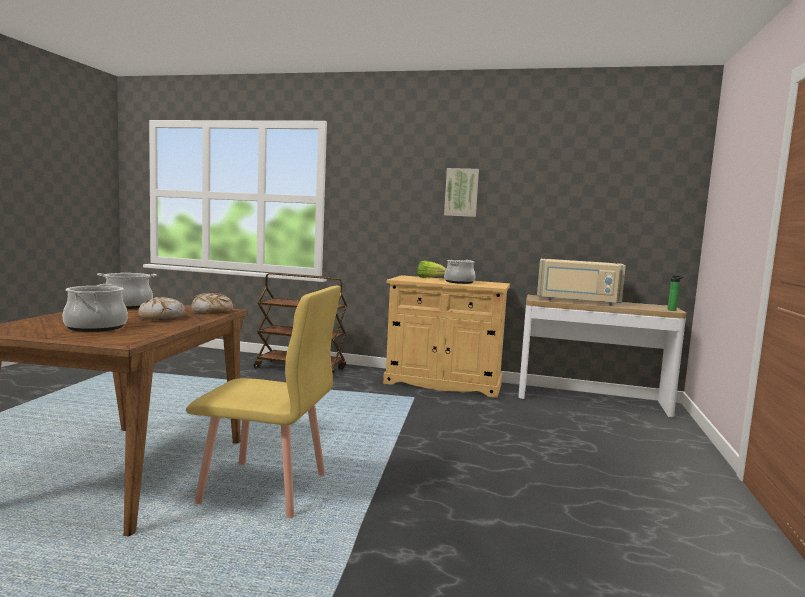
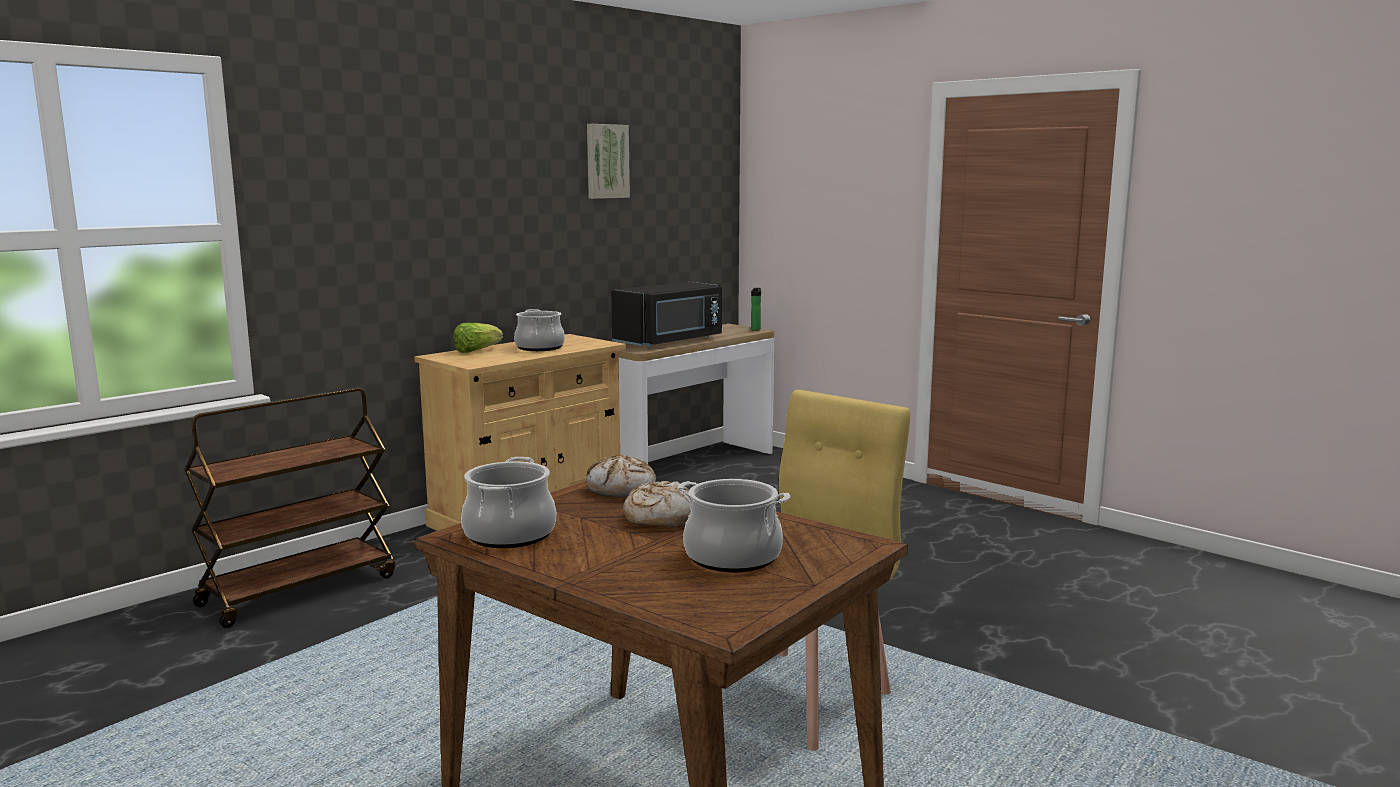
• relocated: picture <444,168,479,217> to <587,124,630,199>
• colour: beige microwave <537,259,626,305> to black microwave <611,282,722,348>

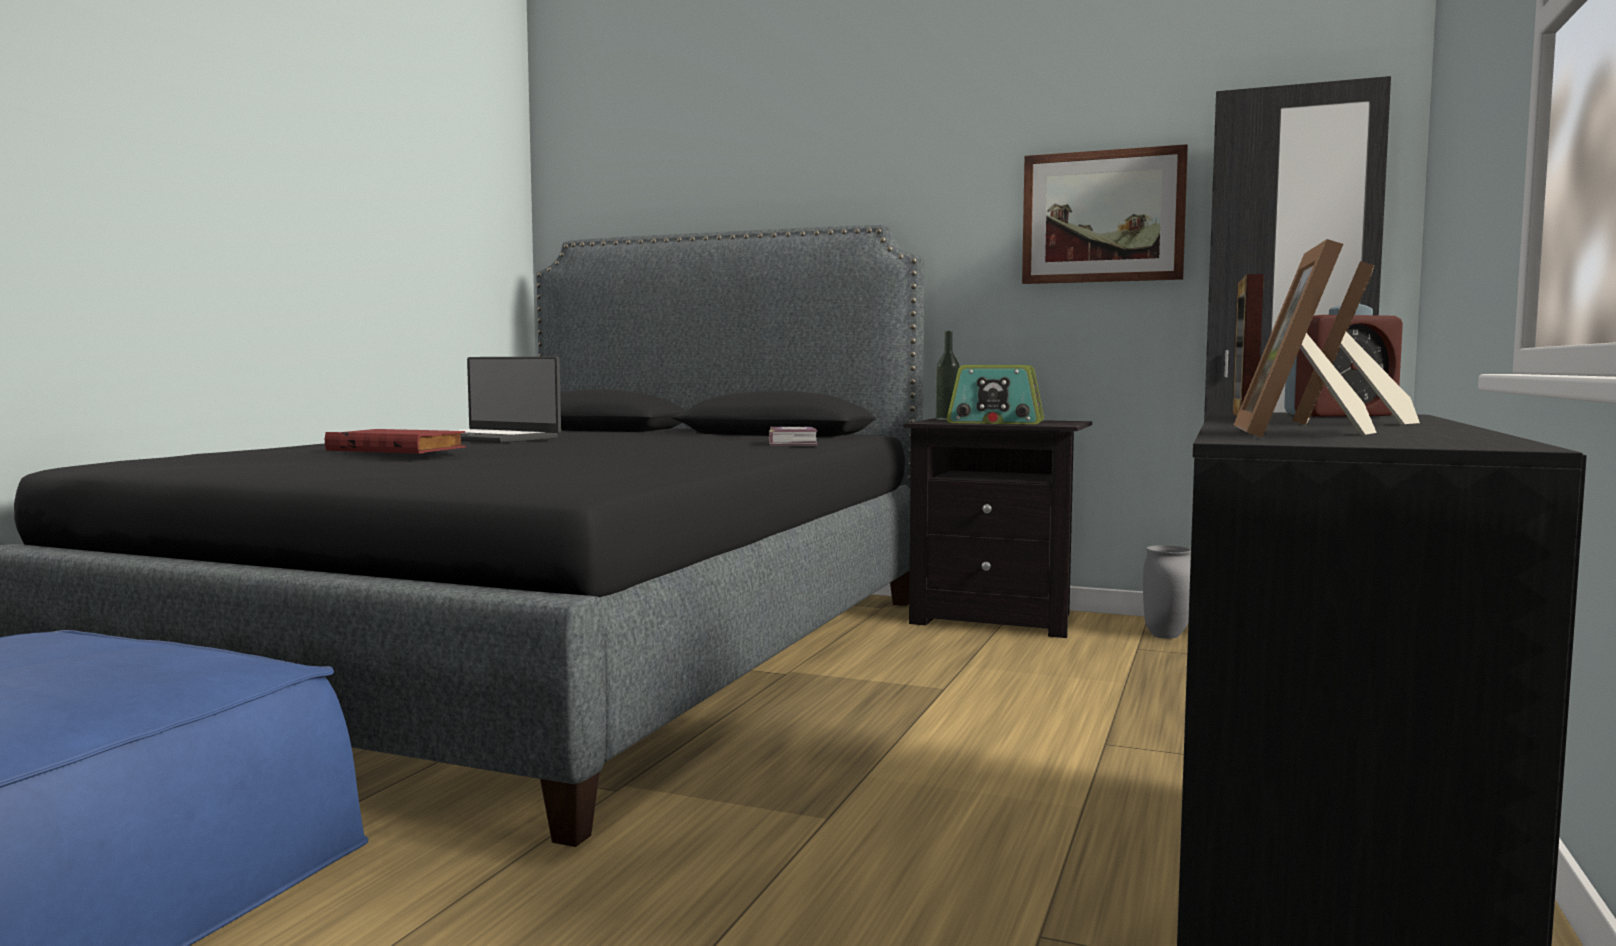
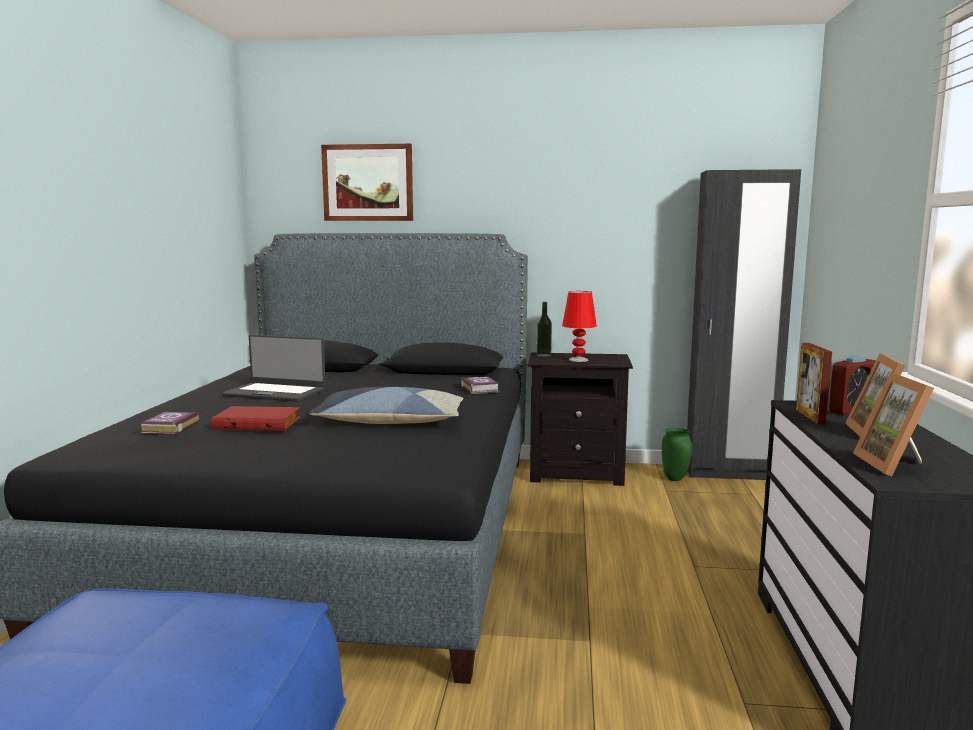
• exchanged: radio <947,365,1044,424> to red table lamp <562,291,597,362>
• relocated: picture <1022,144,1188,284> to <321,144,413,221>
• colour: grey vase <1143,545,1191,639> to green vase <662,428,692,481>
• appeared: book <140,412,199,435>
• appeared: pillow <309,387,464,424>

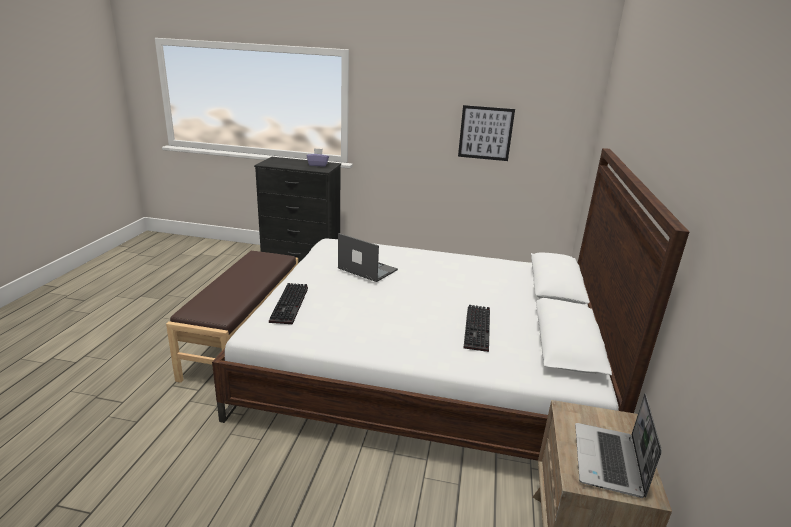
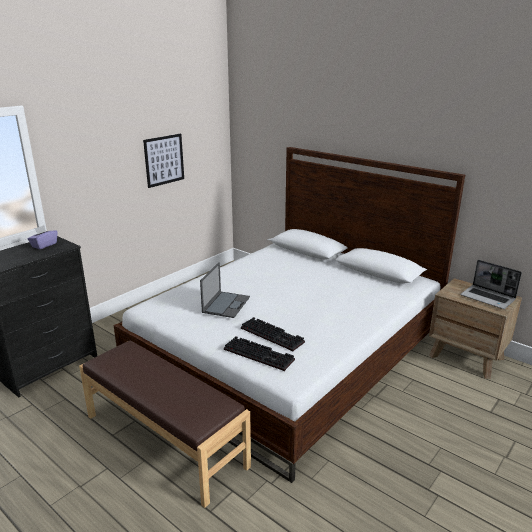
• spun: laptop <338,233,398,282> = <200,262,250,318> 135 degrees clockwise
• relocated: keyboard <464,305,490,352> to <241,317,305,351>

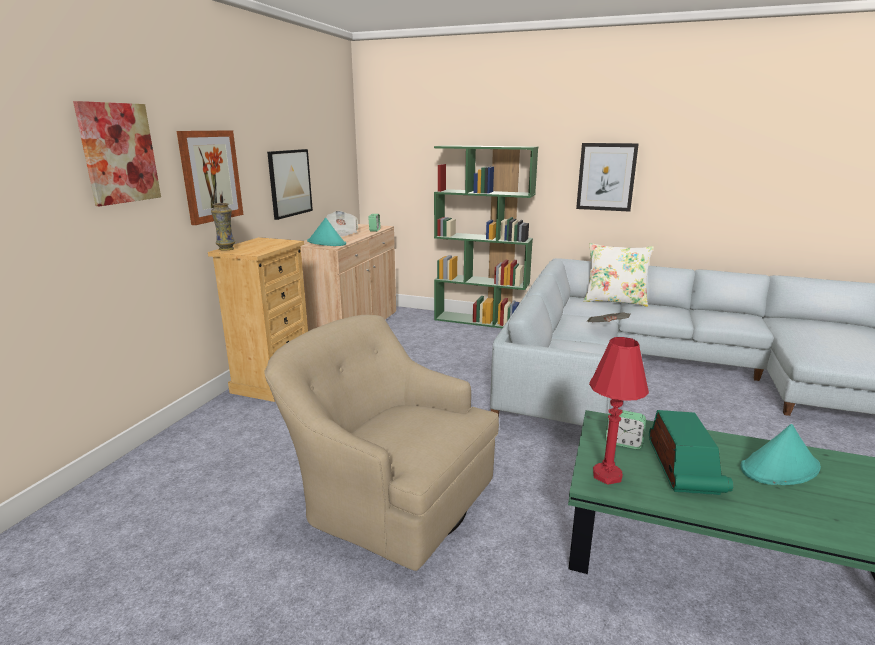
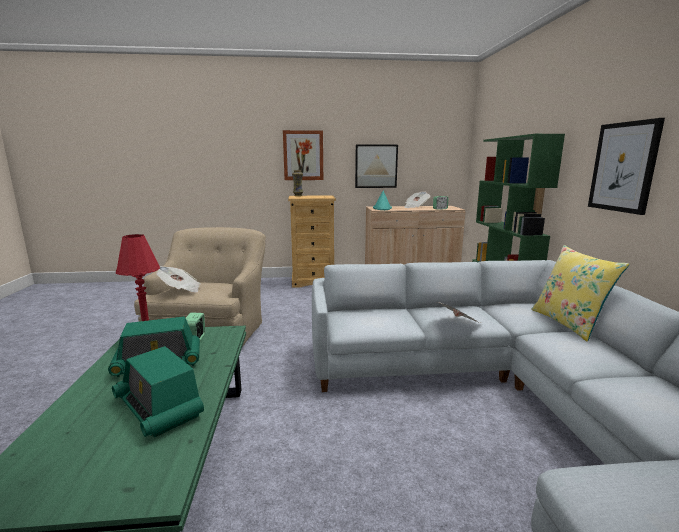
• missing: picture <73,101,161,206>
• colour: white pillow <583,243,654,307> to yellow pillow <531,245,630,342>
• exchanged: turquoise hat <741,424,821,485> to radio <112,346,204,437>
• appeared: newspaper <156,266,201,293>

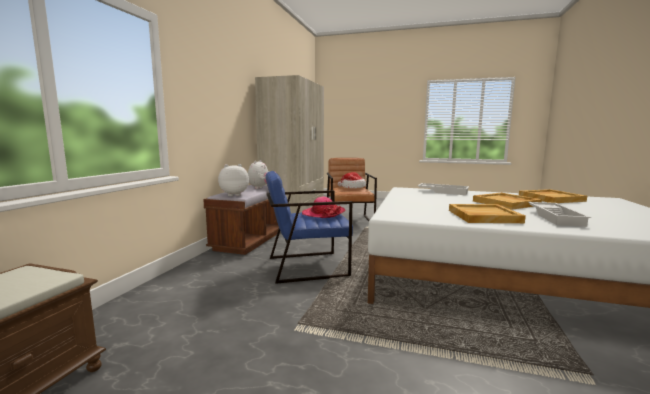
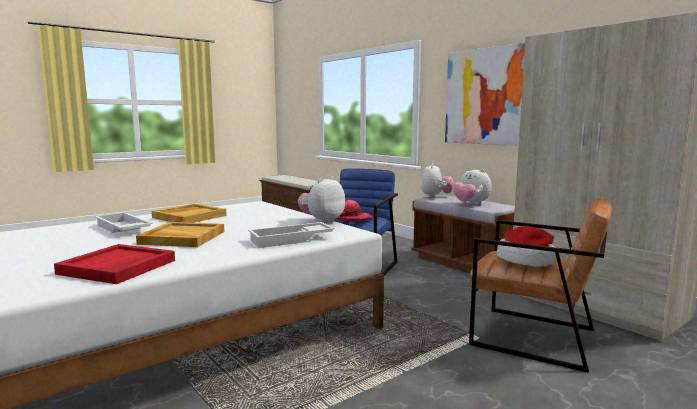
• colour: beige tray <519,189,587,203> to red tray <54,244,175,284>
• appeared: plush toy <298,176,345,224>
• appeared: picture <445,43,525,146>

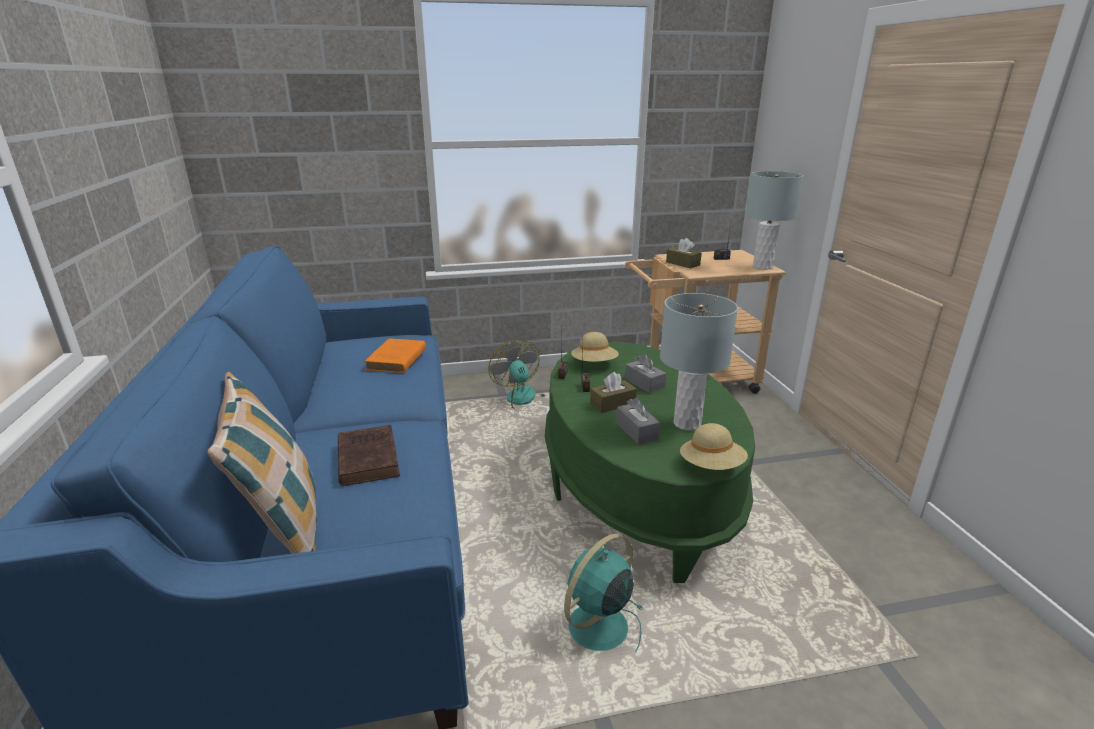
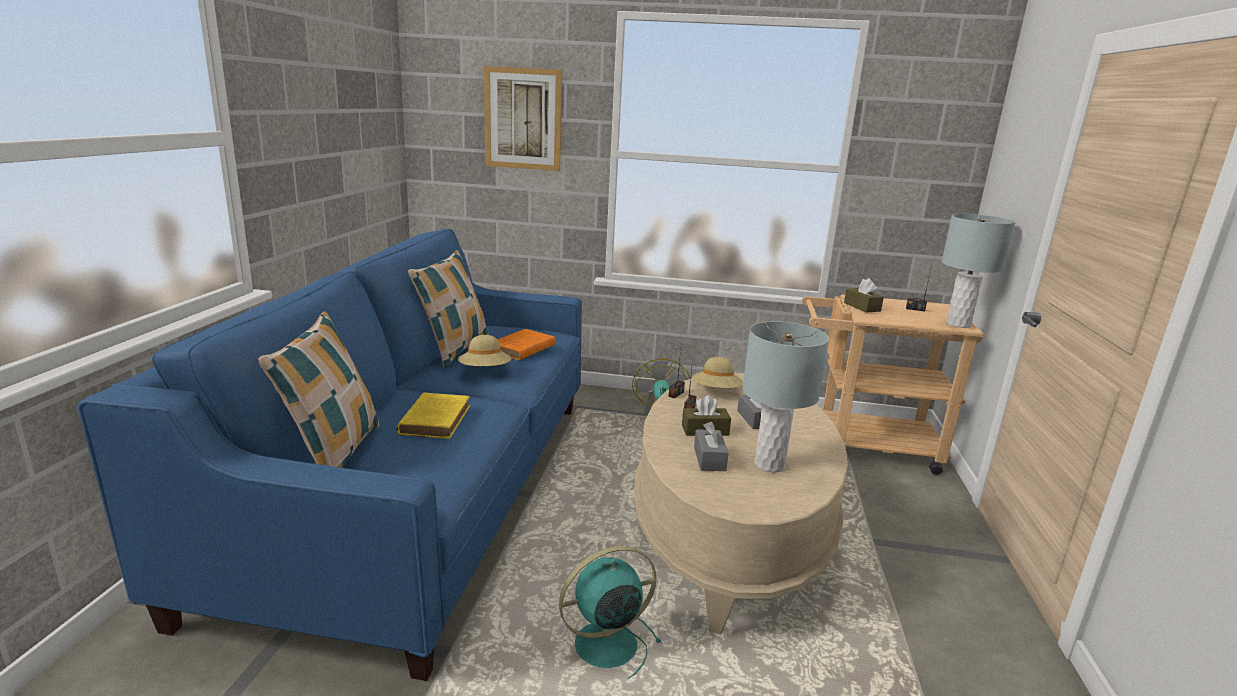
• colour: brown book <338,425,400,486> to yellow book <397,392,470,439>
• colour: green coffee table <545,342,755,583> to beige coffee table <633,373,848,634>
• relocated: beige hat <680,423,748,470> to <458,335,511,366>
• appeared: pillow <408,250,489,368>
• appeared: picture <484,66,562,171>

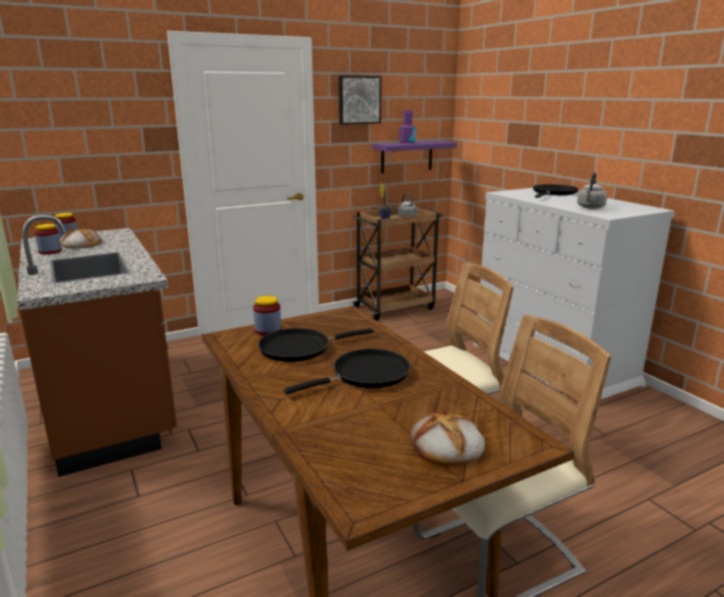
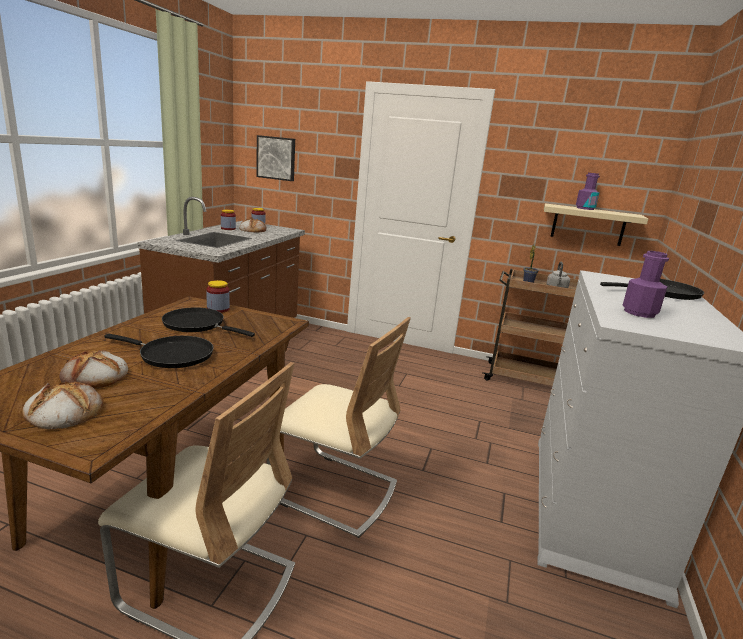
• relocated: picture <339,76,382,125> to <256,135,295,181>
• colour: purple shelf <372,141,457,173> to beige shelf <544,203,648,246>
• exchanged: grey kettle <577,172,607,209> to purple bottle <622,251,669,318>
• appeared: bread <59,350,128,389>

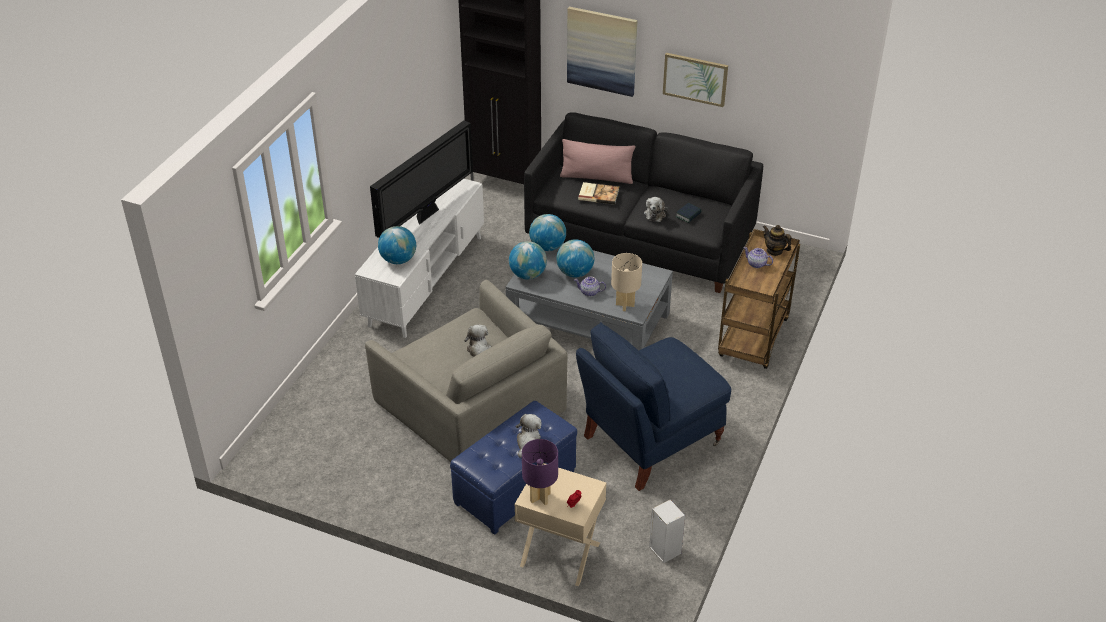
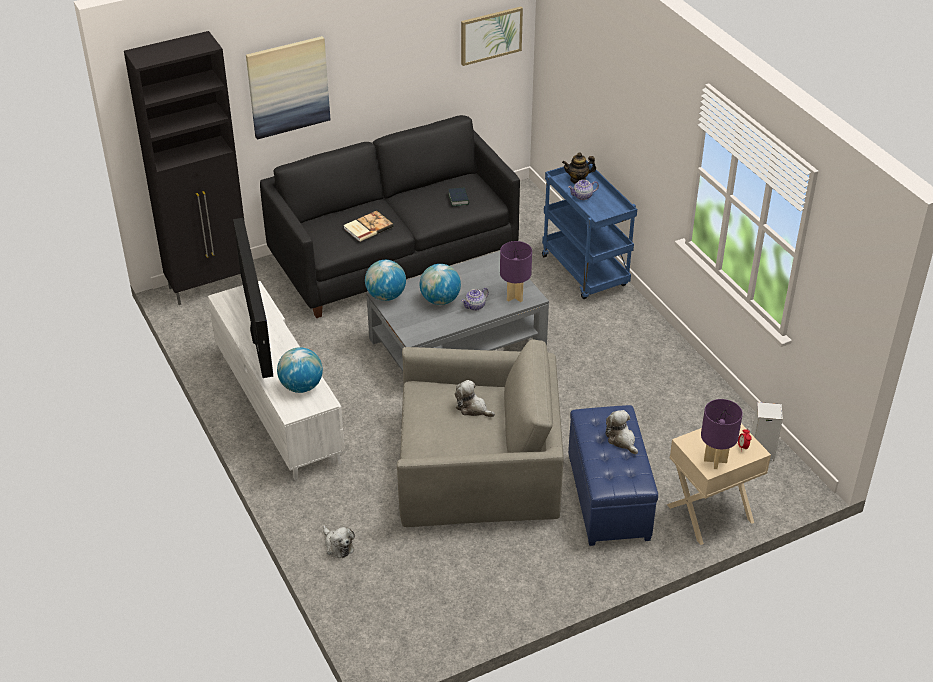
• missing: globe <509,241,547,279>
• missing: pink pillow <560,139,635,184>
• missing: blue armchair <576,322,731,491>
• colour: beige table lamp <611,253,642,311> to purple table lamp <500,241,532,302>
• relocated: plush toy <644,197,668,222> to <323,525,355,558>
• relocated: picture <663,53,728,107> to <461,7,523,66>
• colour: brown cart <718,229,800,369> to blue cart <542,160,637,299>

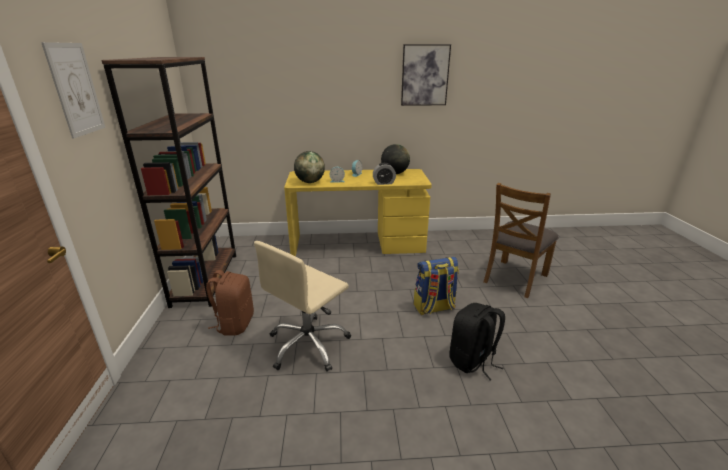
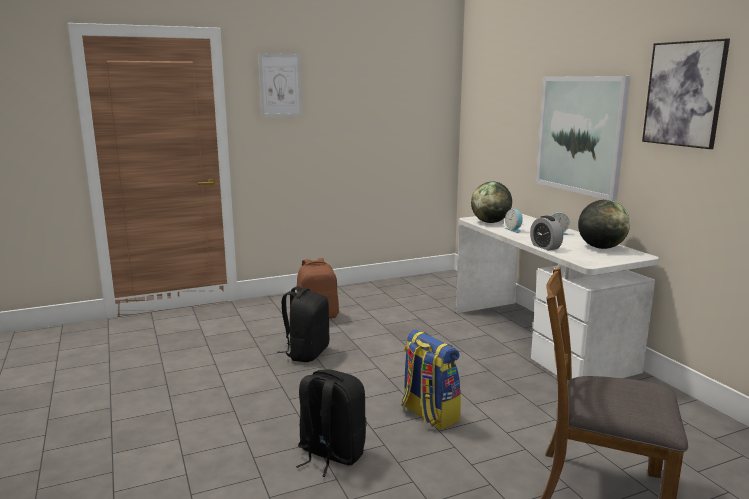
• missing: brown bookcase <101,57,236,308>
• exchanged: beige office chair <254,241,351,371> to black backpack <277,286,329,362>
• colour: yellow desk <284,169,432,256> to white desk <456,214,659,379>
• appeared: picture <536,76,631,201>

